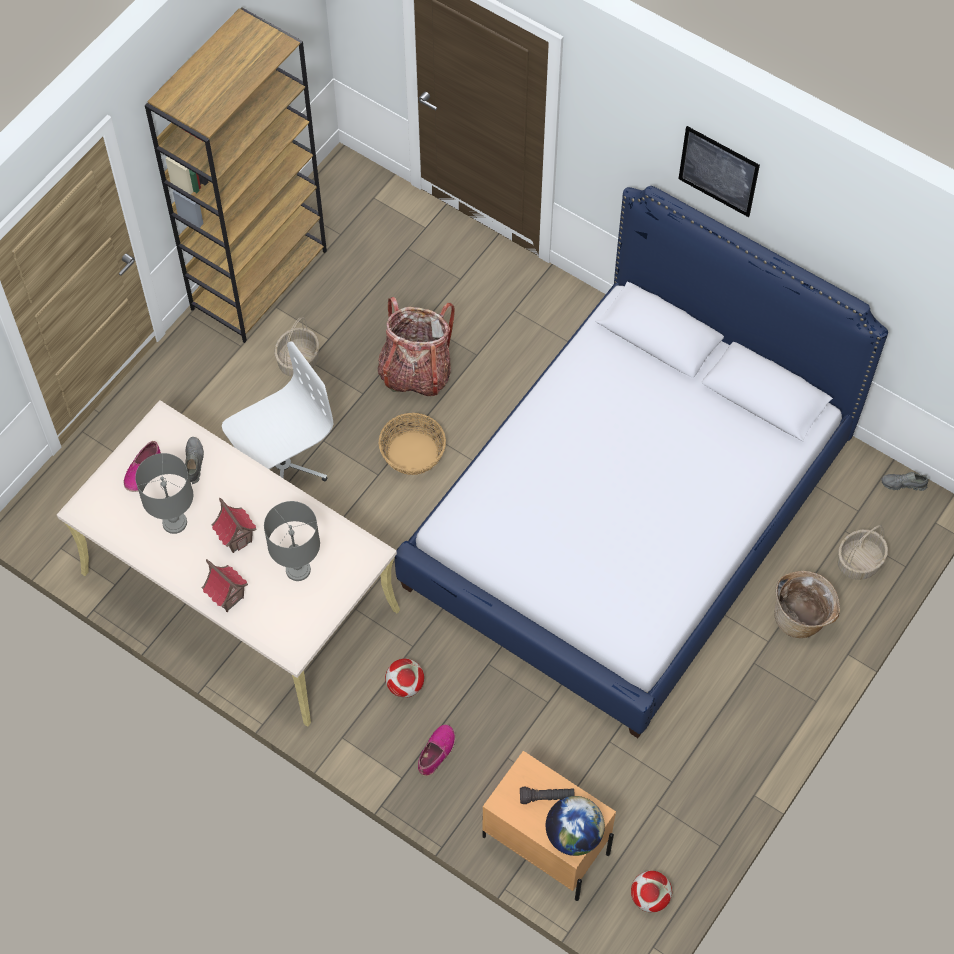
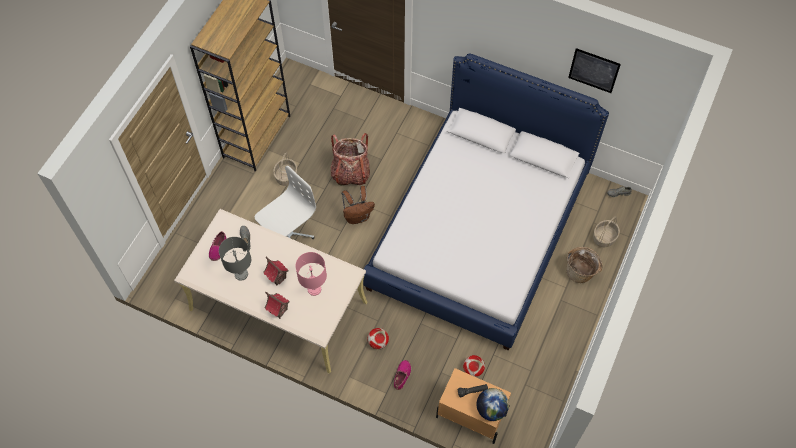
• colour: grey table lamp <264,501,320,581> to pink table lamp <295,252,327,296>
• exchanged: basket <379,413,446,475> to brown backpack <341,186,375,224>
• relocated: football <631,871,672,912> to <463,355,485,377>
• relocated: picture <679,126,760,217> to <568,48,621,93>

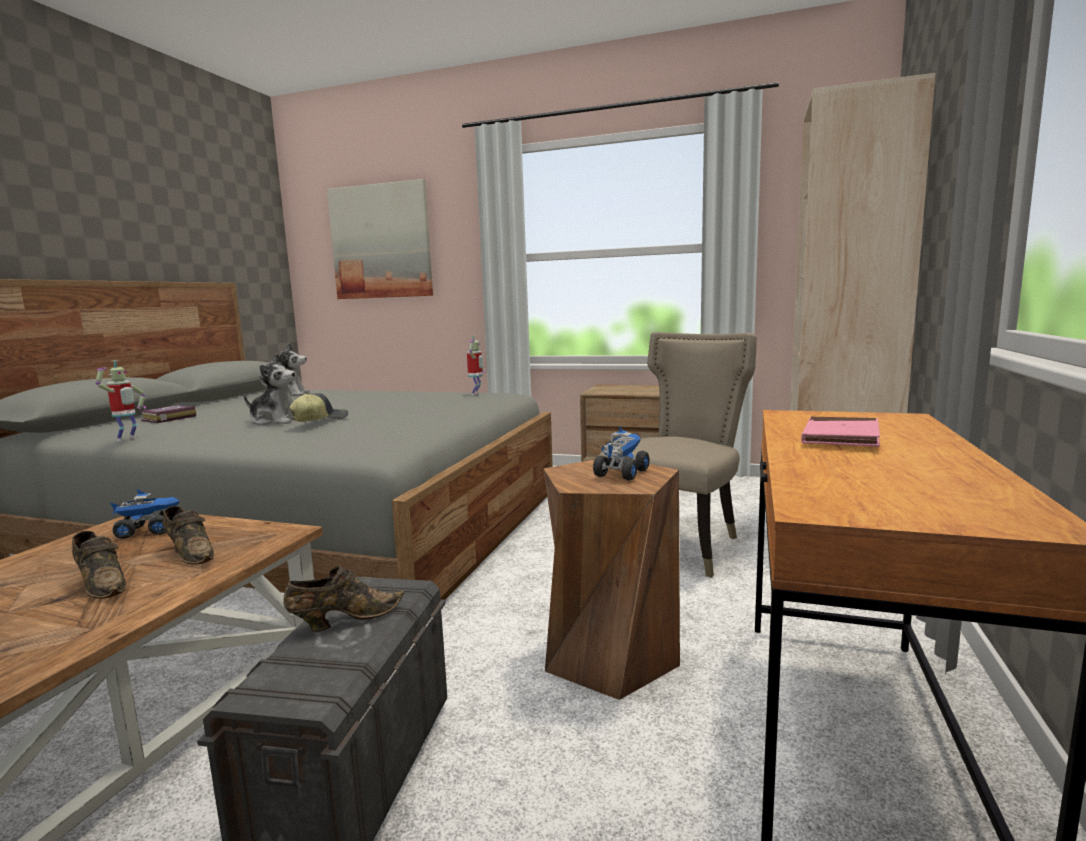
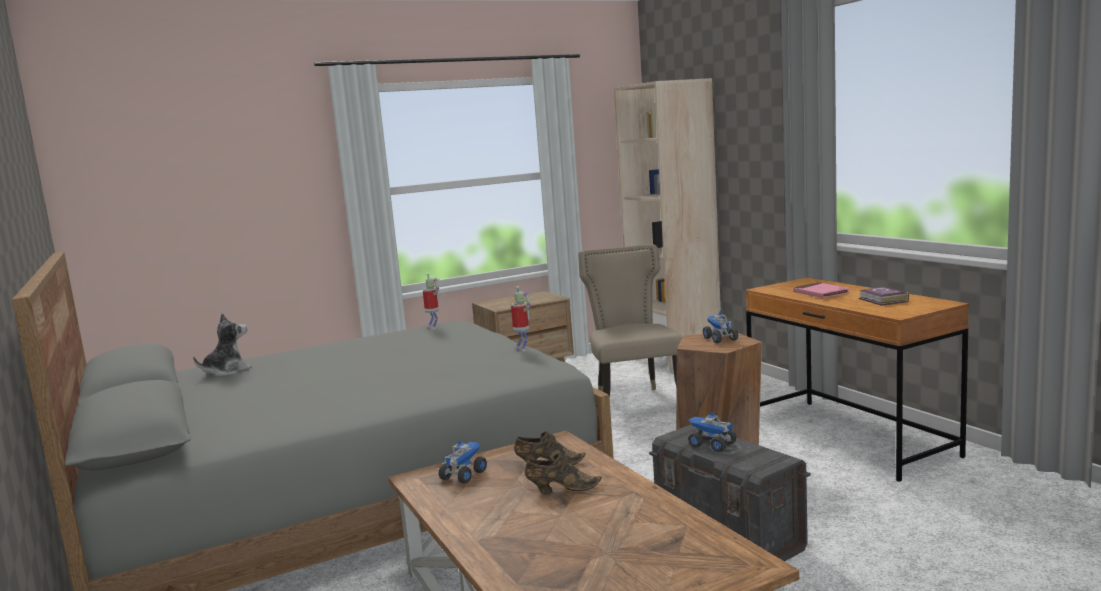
• relocated: toy robot <96,360,146,441> to <511,286,531,351>
• relocated: book <141,405,196,423> to <859,286,909,306>
• missing: plush toy <243,353,296,425>
• exchanged: brown shoe <283,566,404,632> to toy truck <688,412,737,452>
• missing: cap <289,393,348,422>
• missing: picture <327,179,433,299>

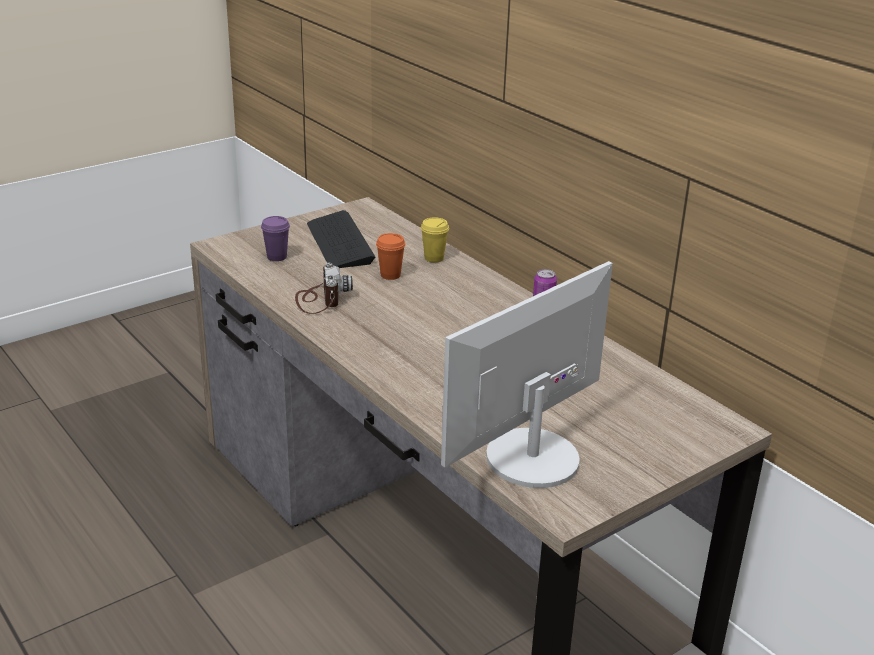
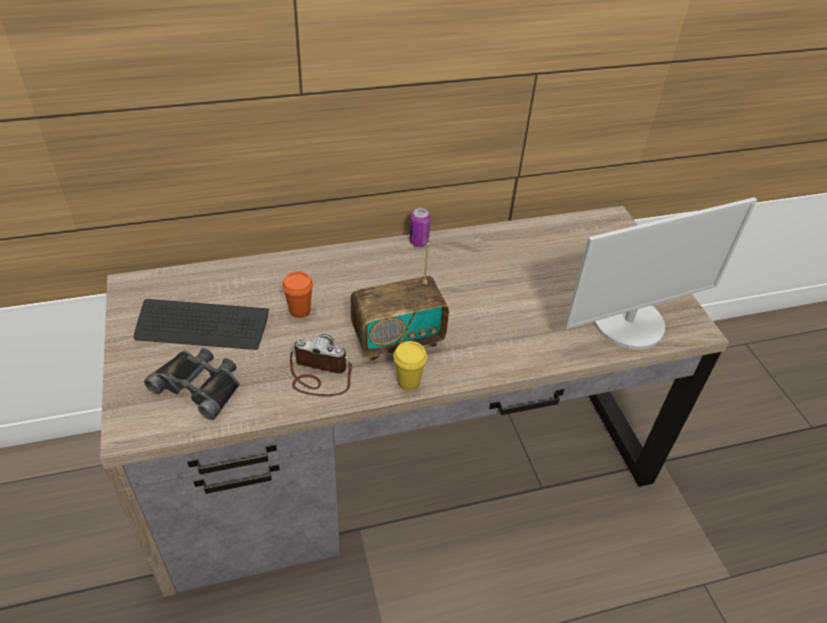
• exchanged: purple cup <261,216,290,261> to black binoculars <144,348,240,420>
• relocated: yellow cup <421,217,449,263> to <393,341,427,391>
• spun: monitor <441,261,613,488> = <564,197,757,349> 90 degrees counterclockwise
• appeared: radio <351,243,449,361>

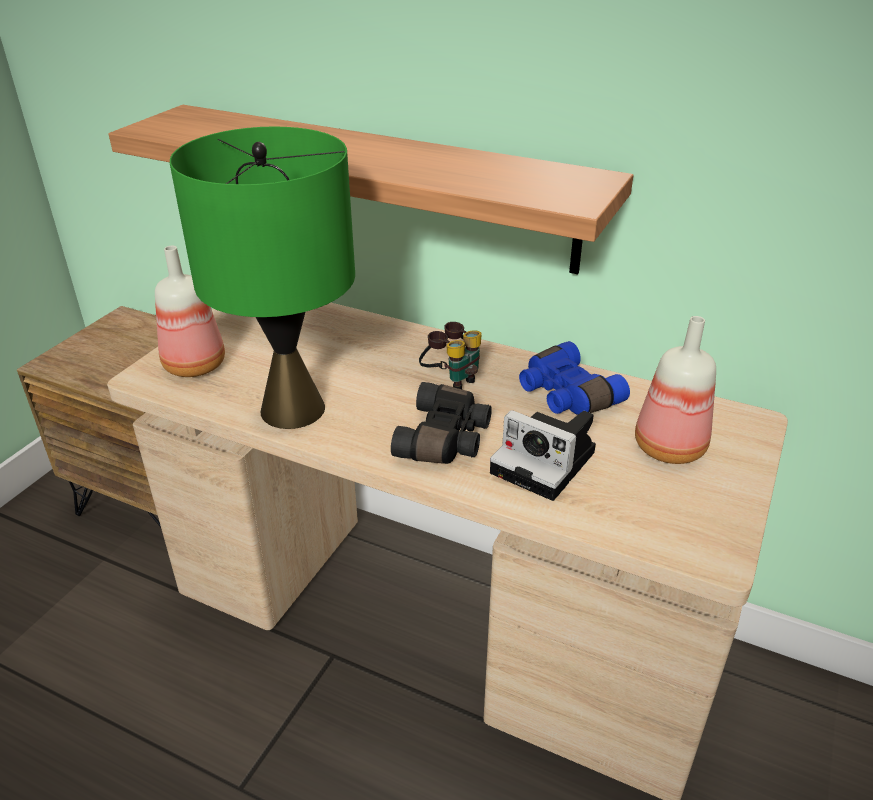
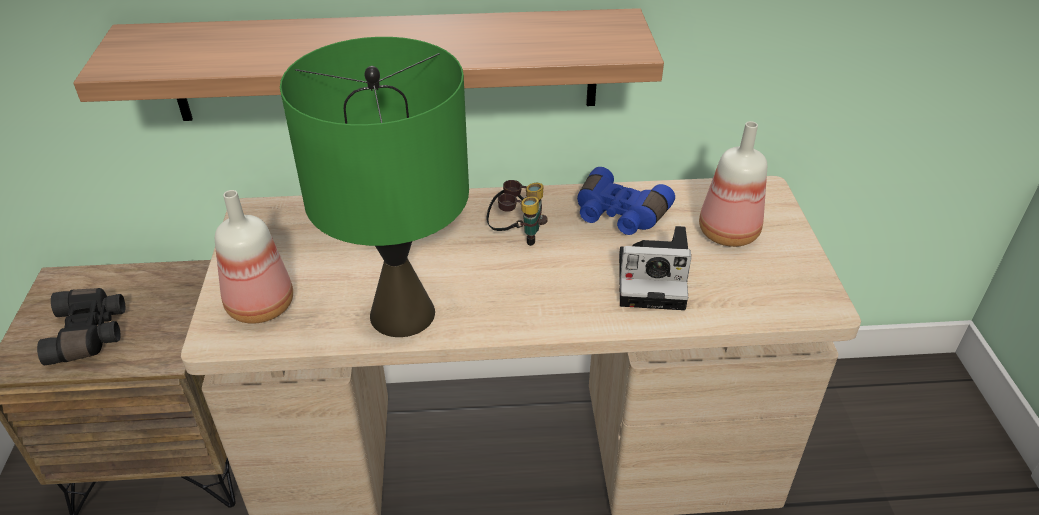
• relocated: black binoculars <391,382,492,464> to <37,288,125,365>

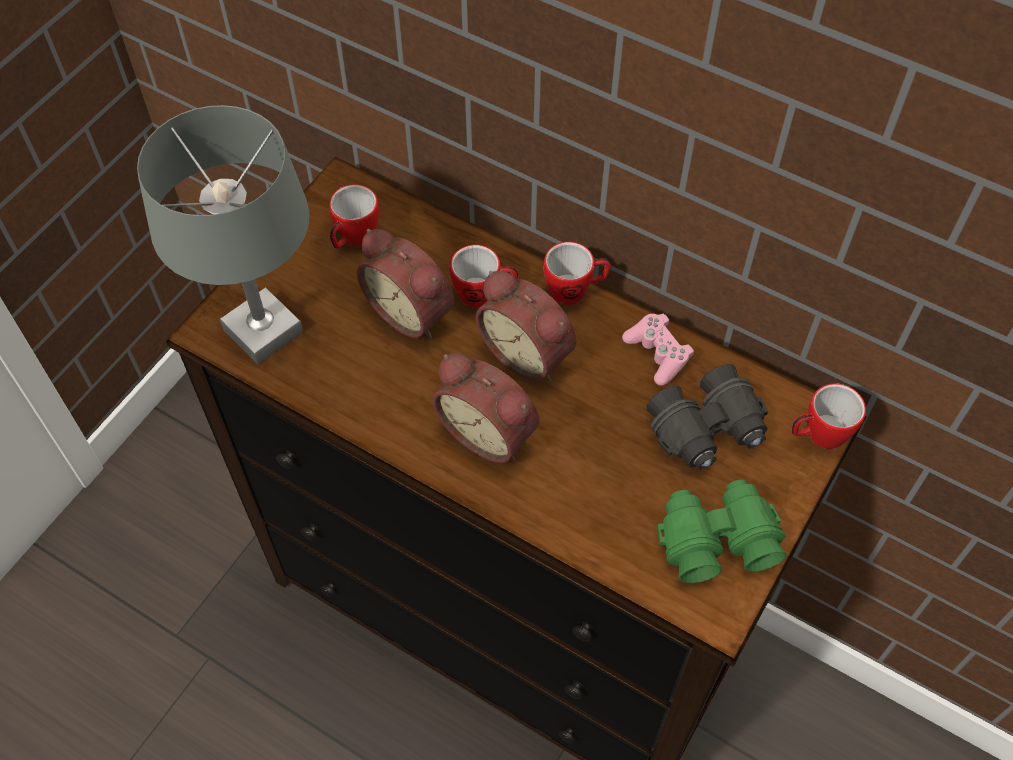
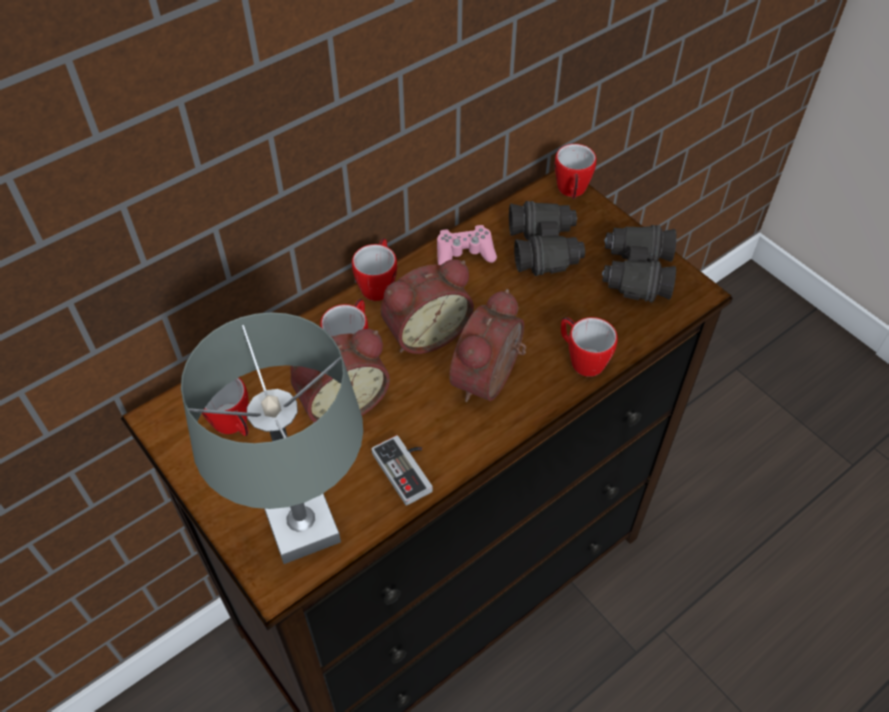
• spun: alarm clock <432,353,539,463> = <449,289,526,402> 150 degrees clockwise
• colour: green binoculars <657,480,786,583> to black binoculars <602,225,677,303>
• appeared: game controller <371,435,433,506>
• appeared: mug <561,317,618,377>

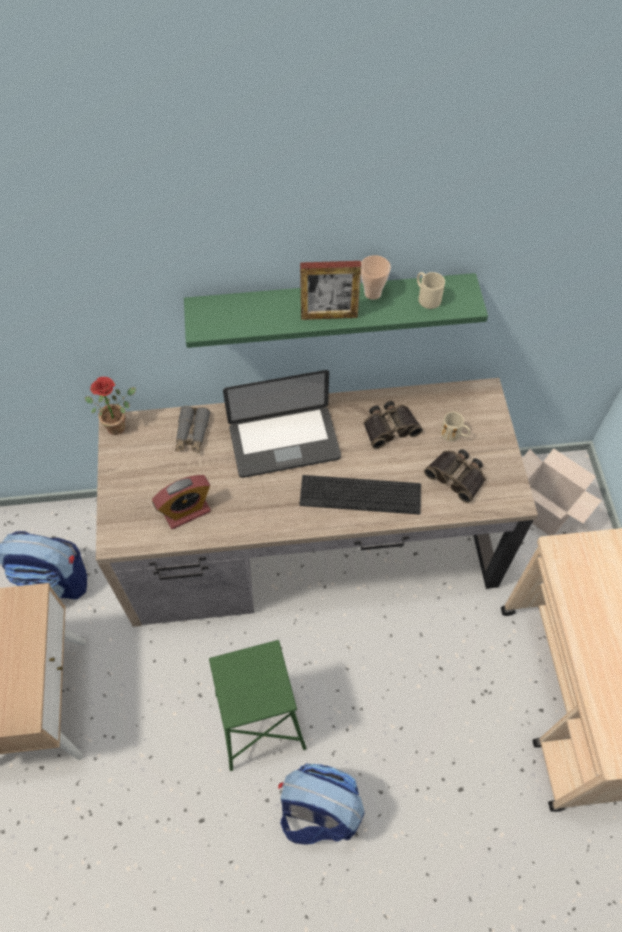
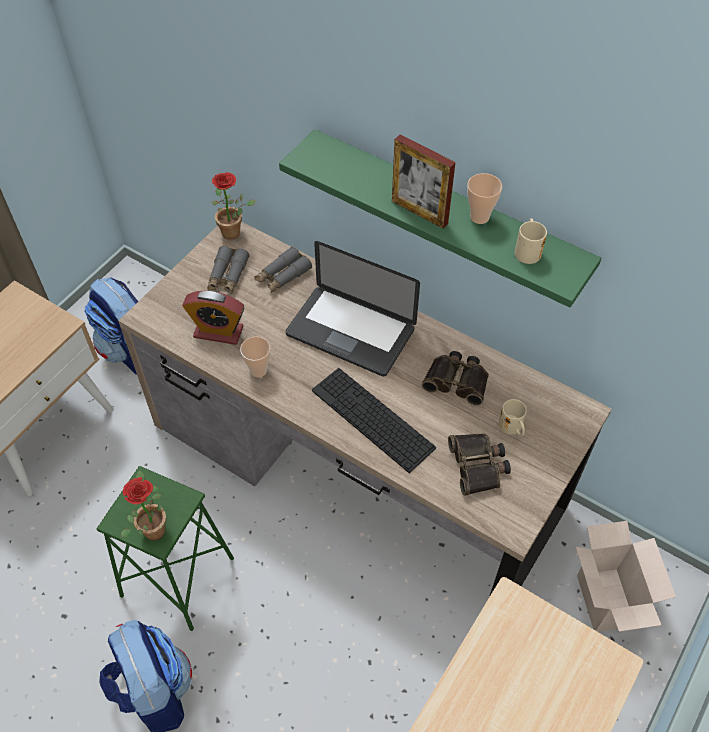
• appeared: potted plant <121,471,166,540>
• appeared: grey binoculars <207,246,250,294>
• appeared: cup <240,337,270,377>

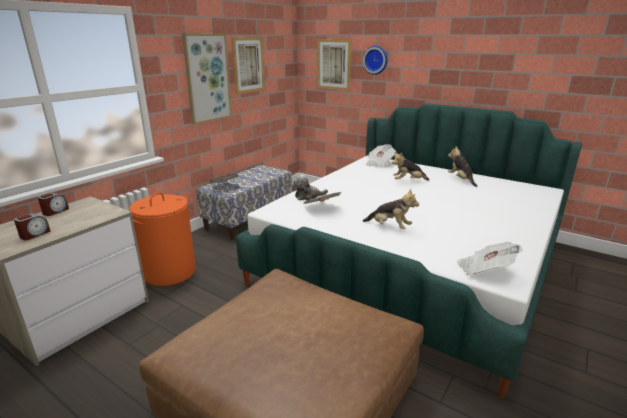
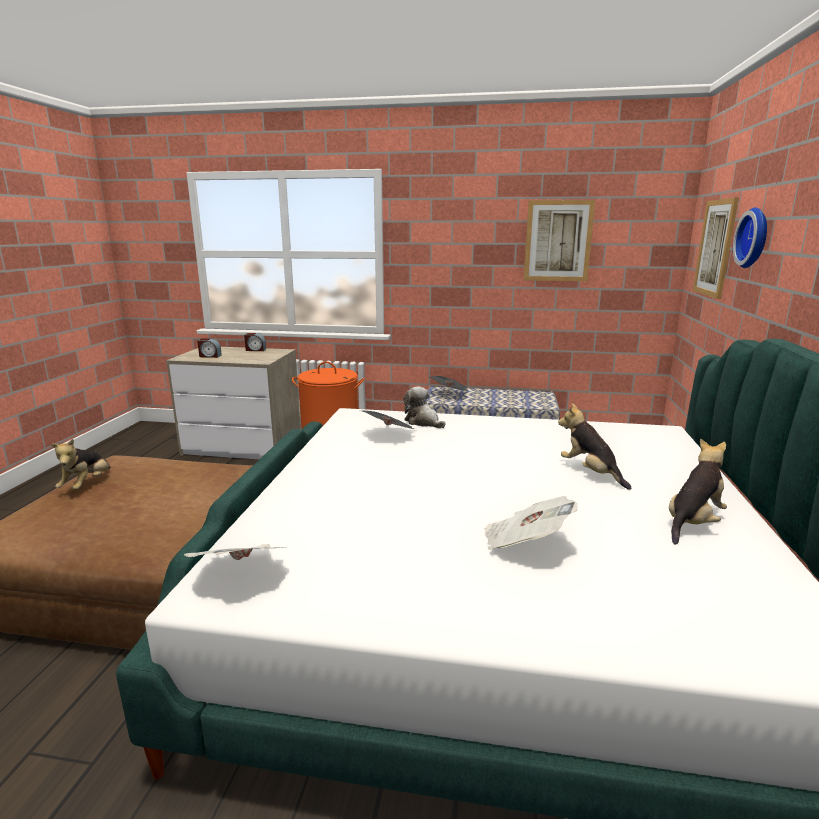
• missing: picture <182,33,232,124>
• relocated: plush toy <362,188,419,229> to <51,439,111,490>
• relocated: newspaper <366,144,396,167> to <484,496,578,550>

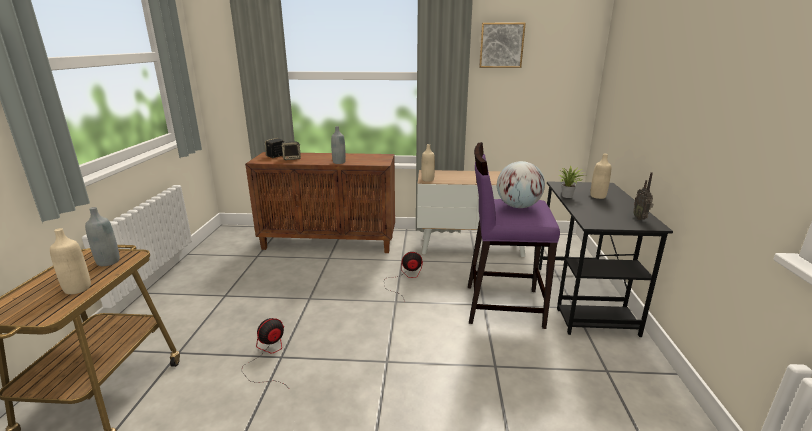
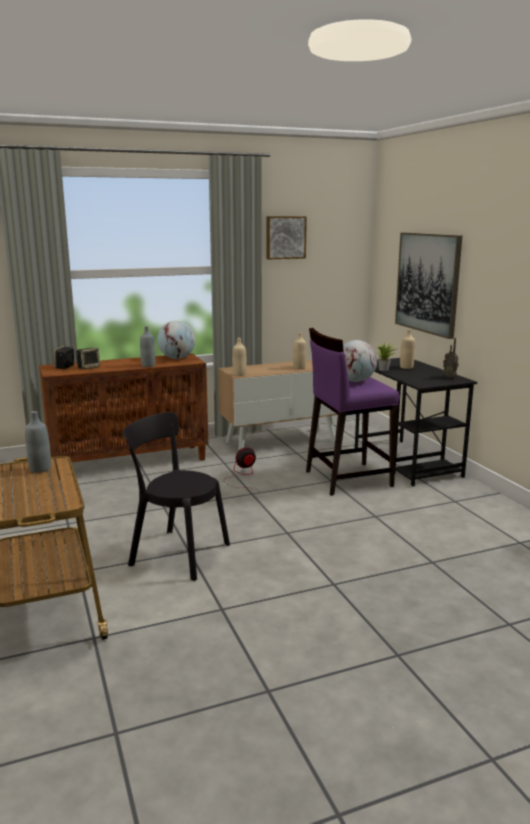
• relocated: beige bottle <50,228,91,294> to <293,332,307,369>
• exchanged: fan <242,318,284,384> to black chair <123,412,230,581>
• appeared: globe <157,321,195,359>
• appeared: picture <395,233,462,339>

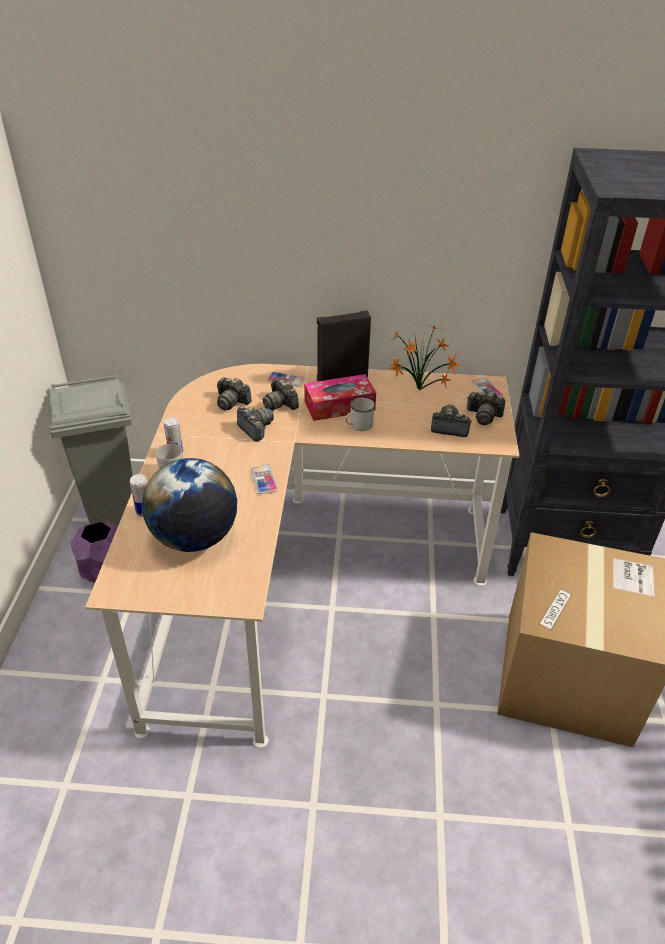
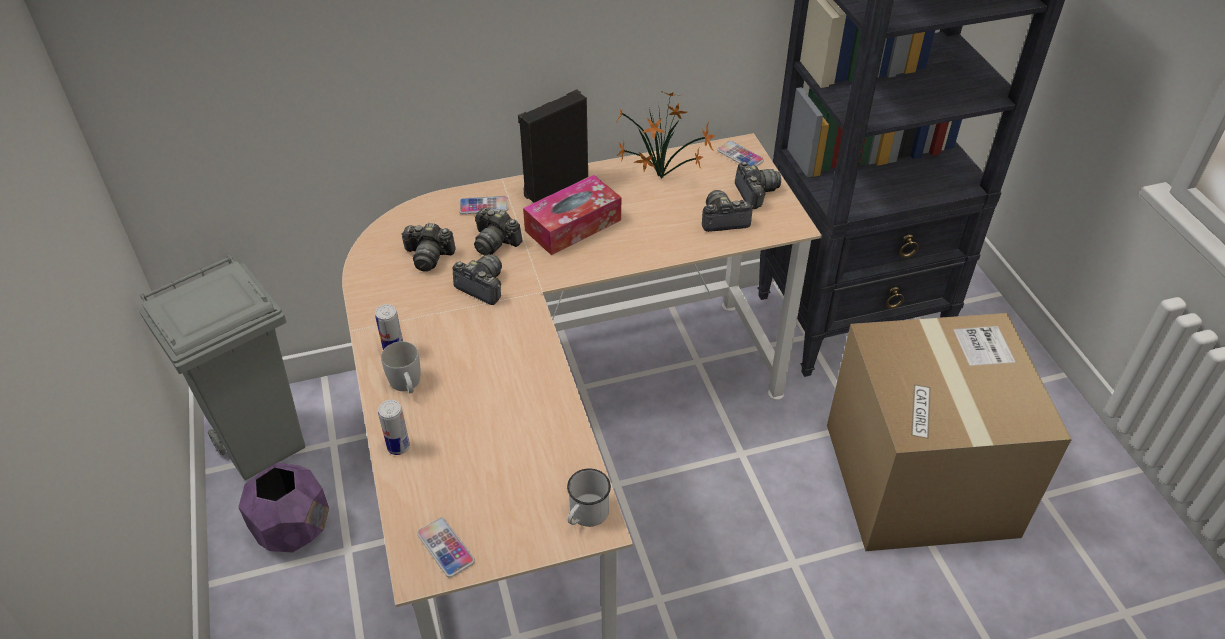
• missing: globe <142,458,237,552>
• relocated: phone <251,465,278,494> to <417,518,475,578>
• relocated: white mug <345,397,375,431> to <567,468,611,527>
• spun: photo camera <467,391,506,425> = <735,162,781,209> 105 degrees counterclockwise

